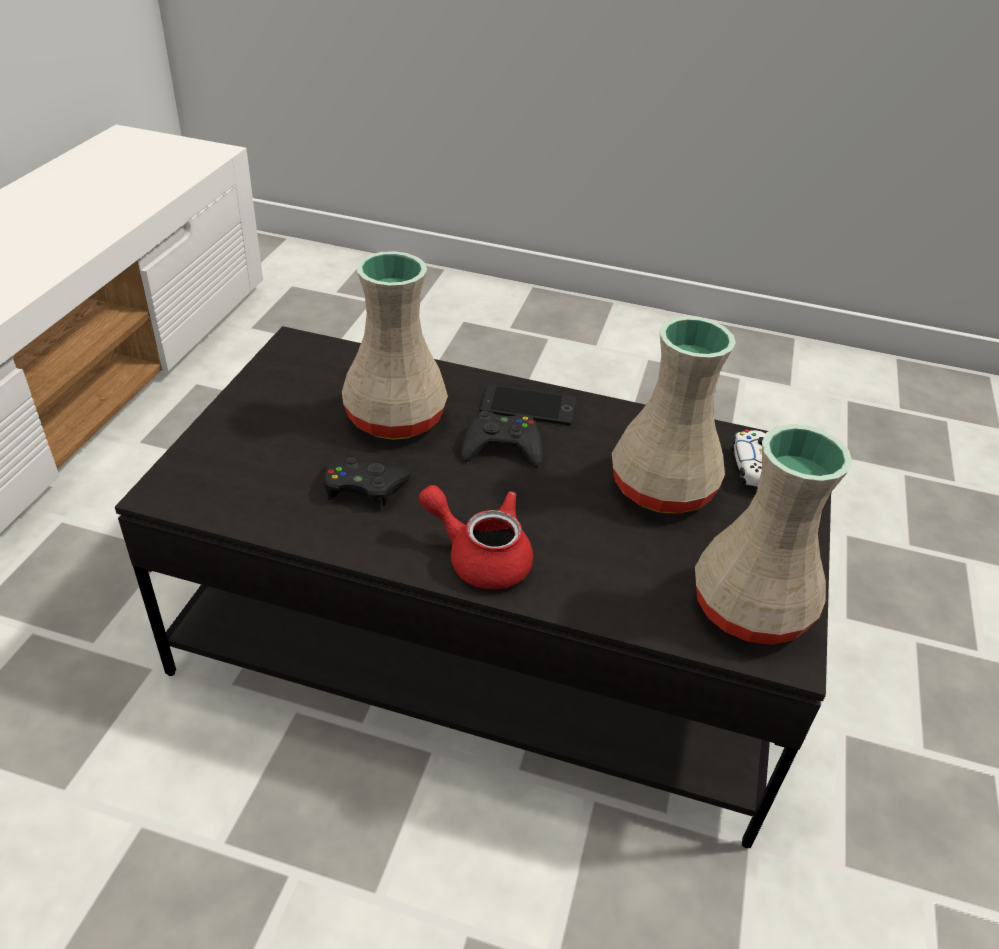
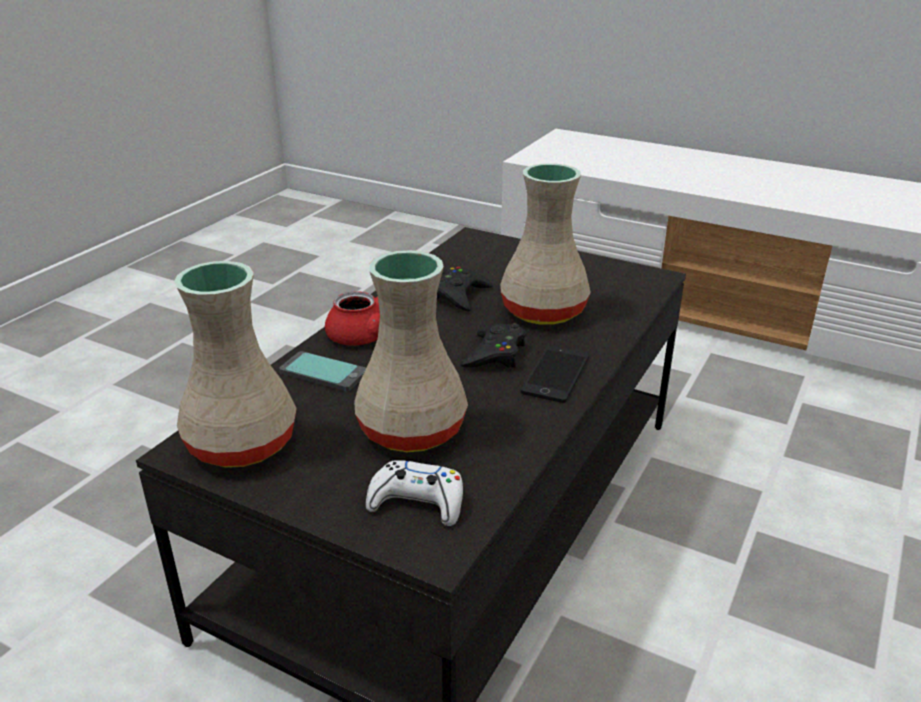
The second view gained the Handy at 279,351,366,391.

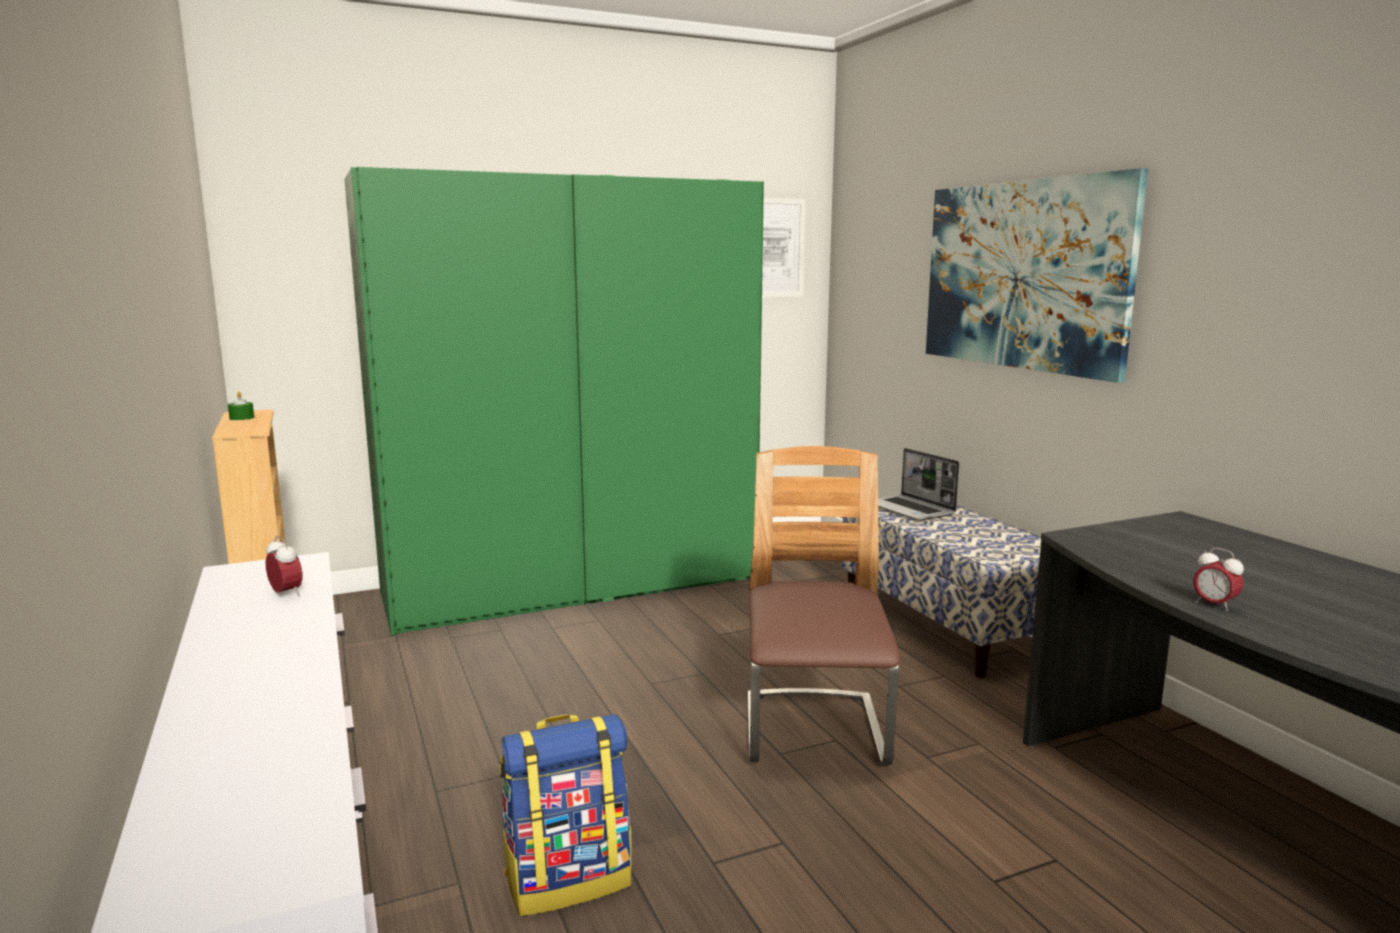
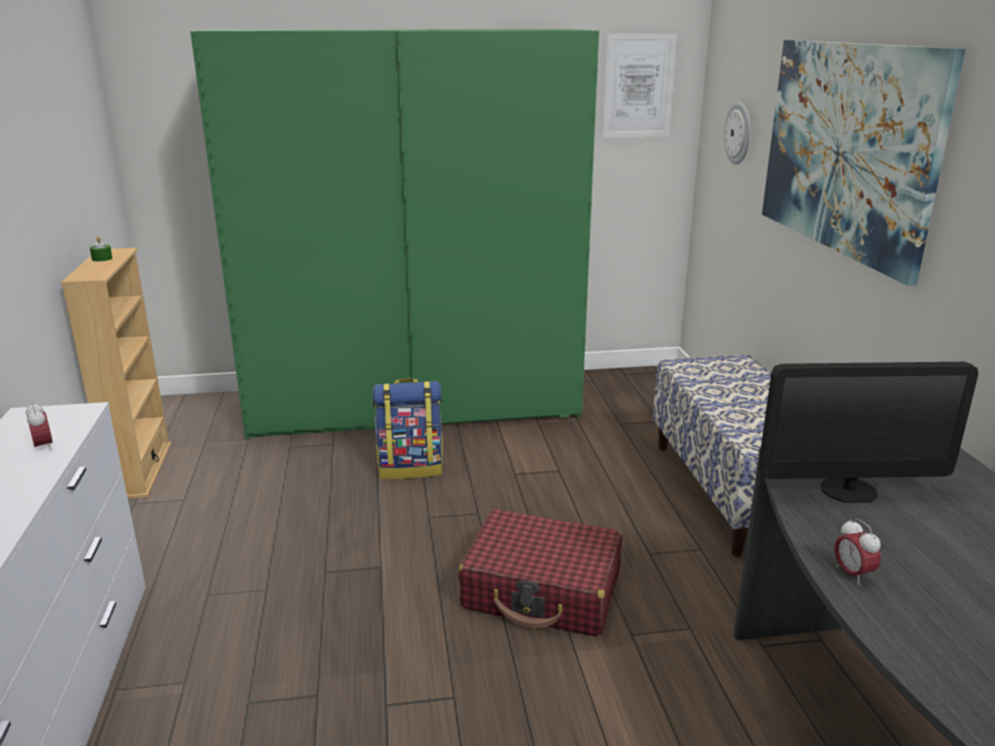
Where the Stuhl stood at 748,446,900,765, the Koffer/rot came to stand at 458,509,622,637. The second view lost the Laptop at 878,448,960,521. The Rucksack ended up elsewhere, having gone from 499,714,632,916 to 373,378,443,479. The second view gained the Wanduhr at 724,102,751,164. The second view gained the Monitor at 759,362,978,503.

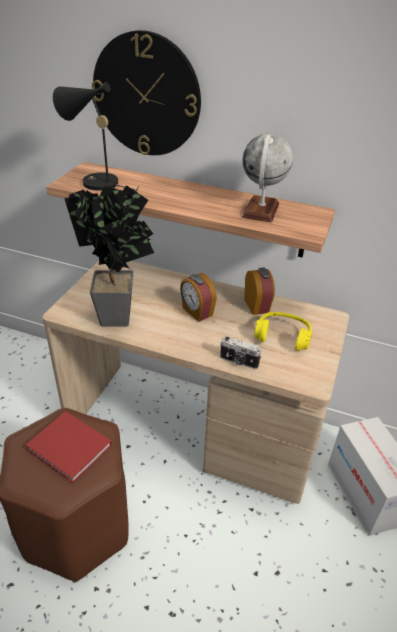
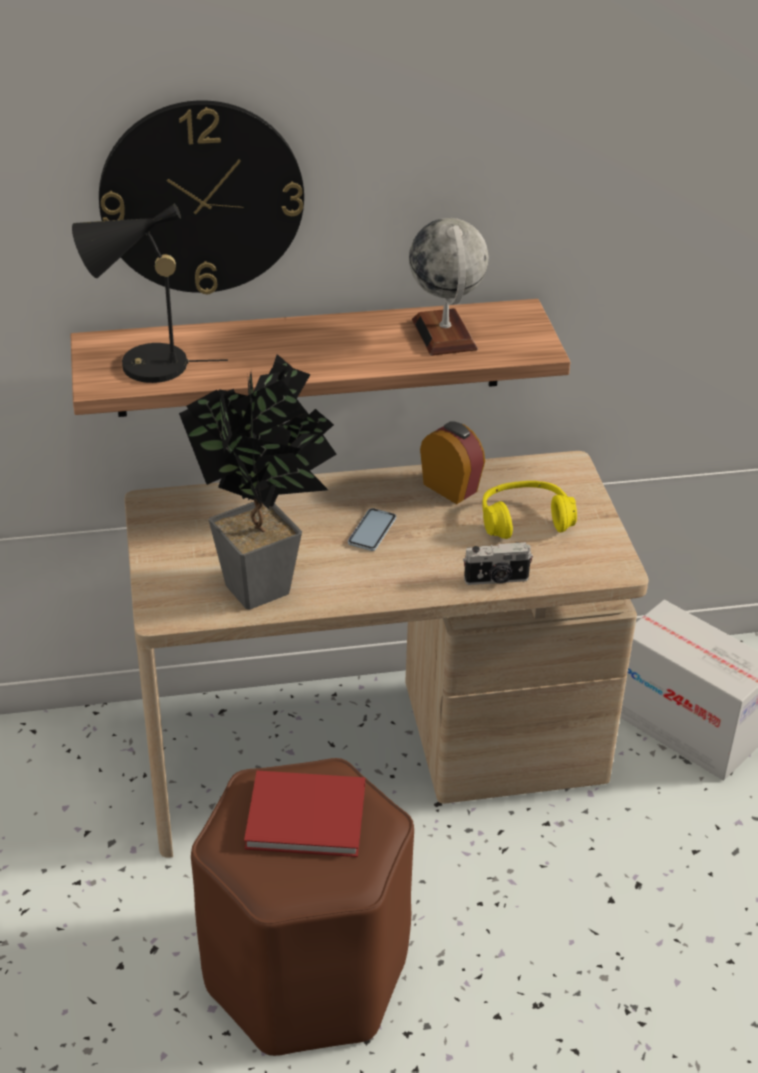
Where the Wecker stood at 180,273,217,322, the Handy came to stand at 348,508,396,551.

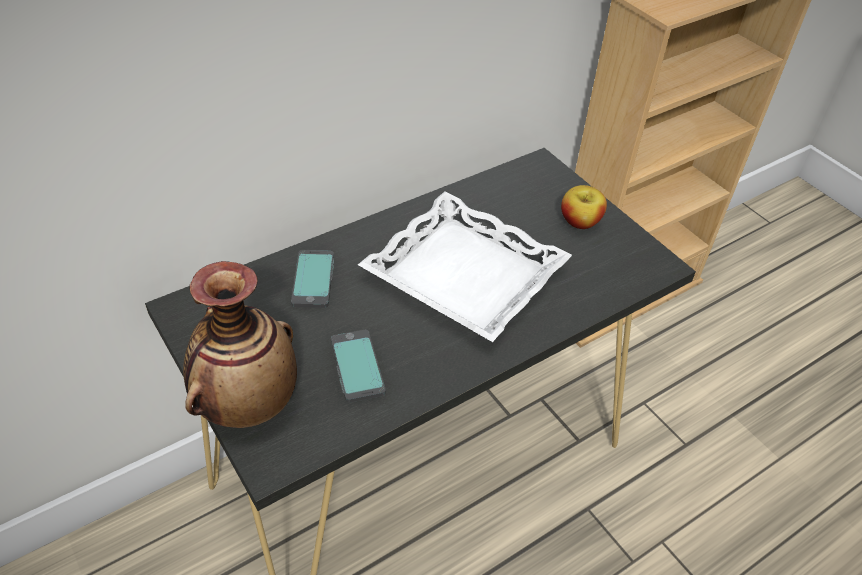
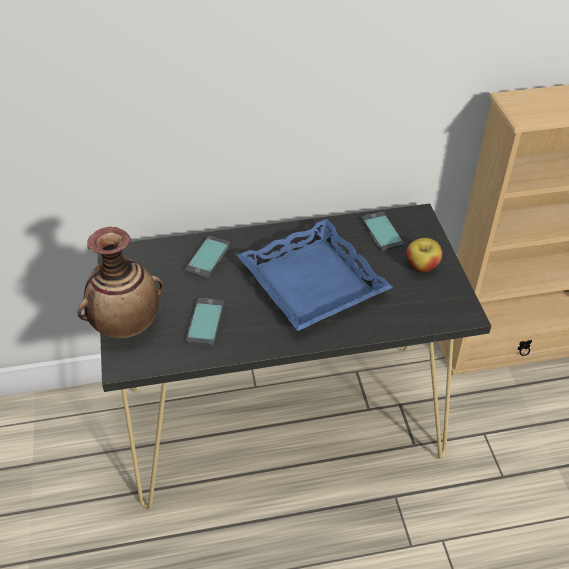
What was the Tablett/weiß at 358,191,572,342 turned into the Tablett/blau at 237,219,393,331. The second view gained the Handy at 361,212,404,251.

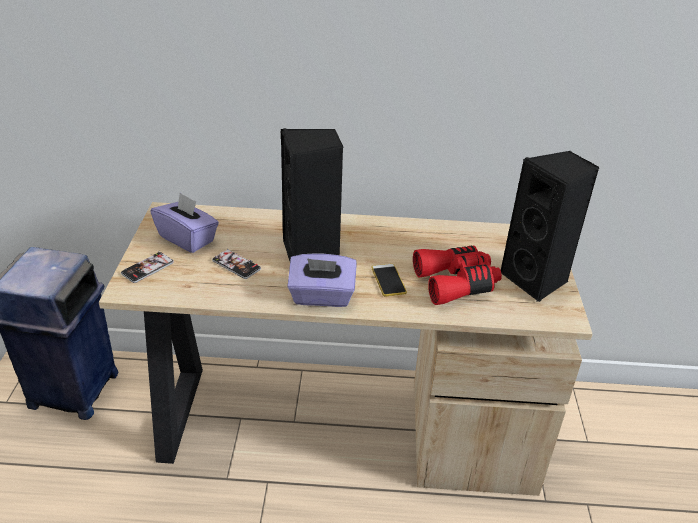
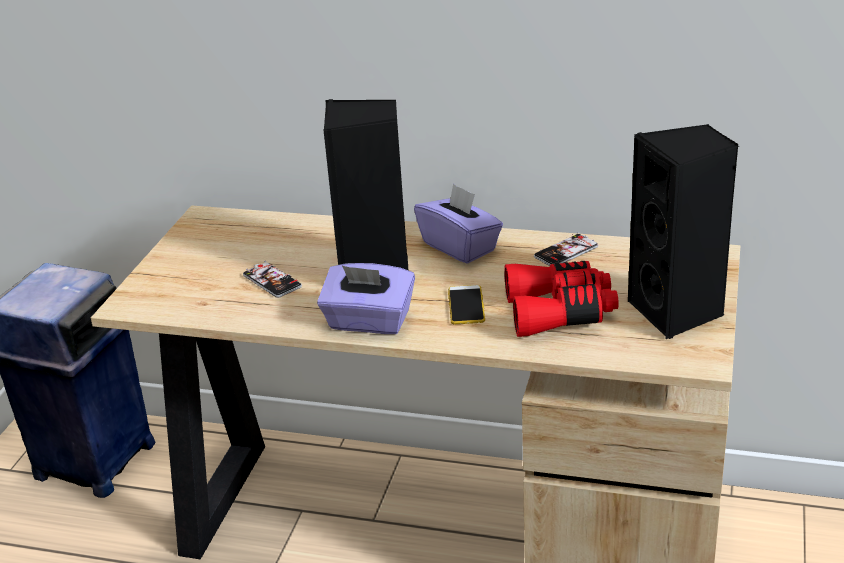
The Taschentuchbox/lila ended up elsewhere, having gone from 150,193,219,253 to 414,183,503,264. The Handy ended up elsewhere, having gone from 121,251,174,283 to 534,232,598,266.

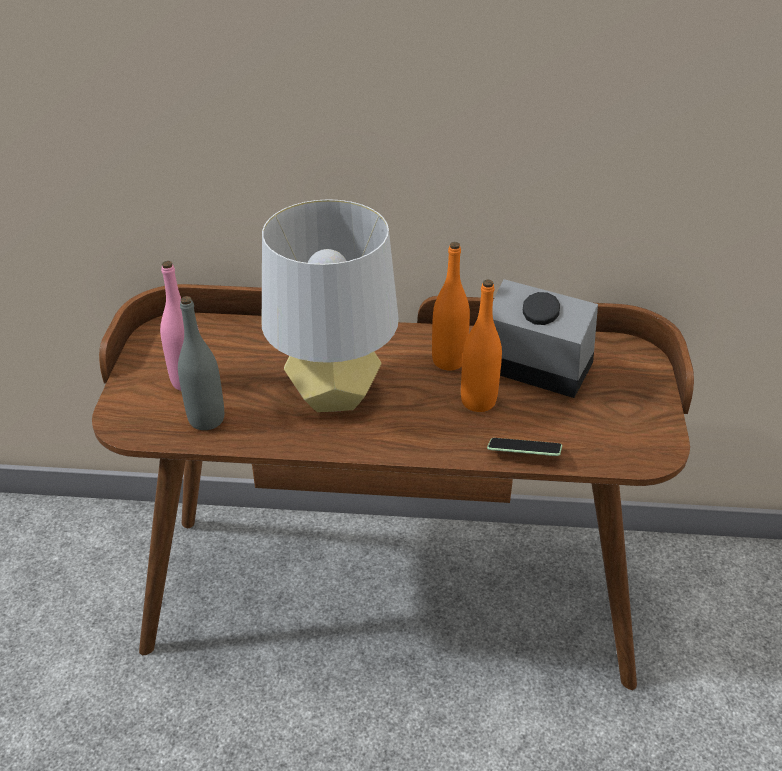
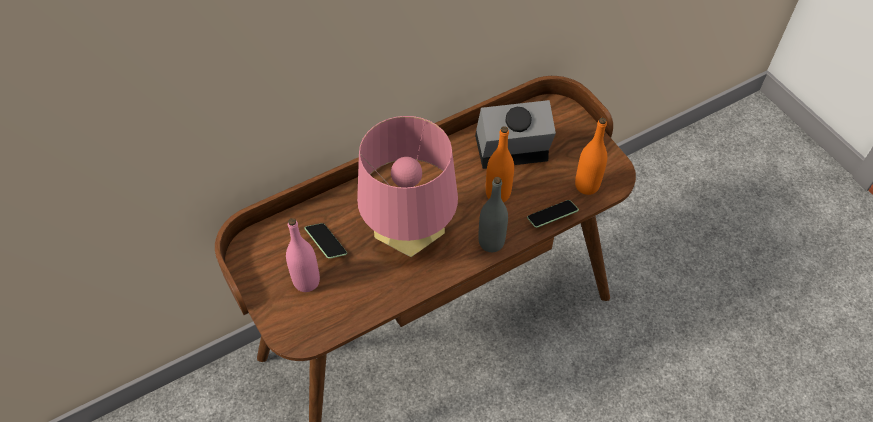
What was the Tischlampe/grau at 262,199,399,412 turned into the Tischlampe/rosa at 357,116,458,257. The Flasche/orange ended up elsewhere, having gone from 432,242,470,370 to 575,118,607,195. The Flasche/grau ended up elsewhere, having gone from 178,296,224,430 to 478,177,508,252. The second view gained the Handy at 304,223,347,259.

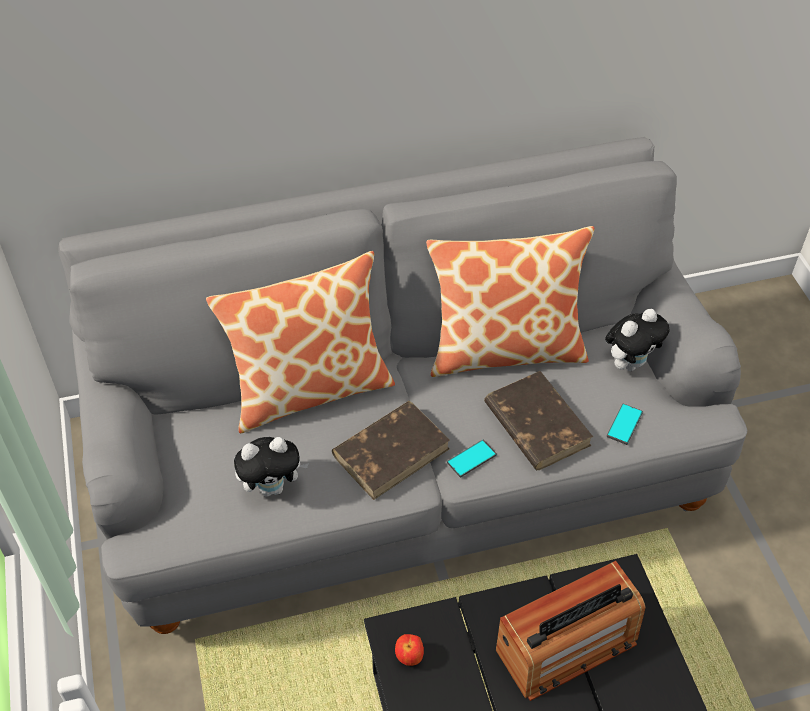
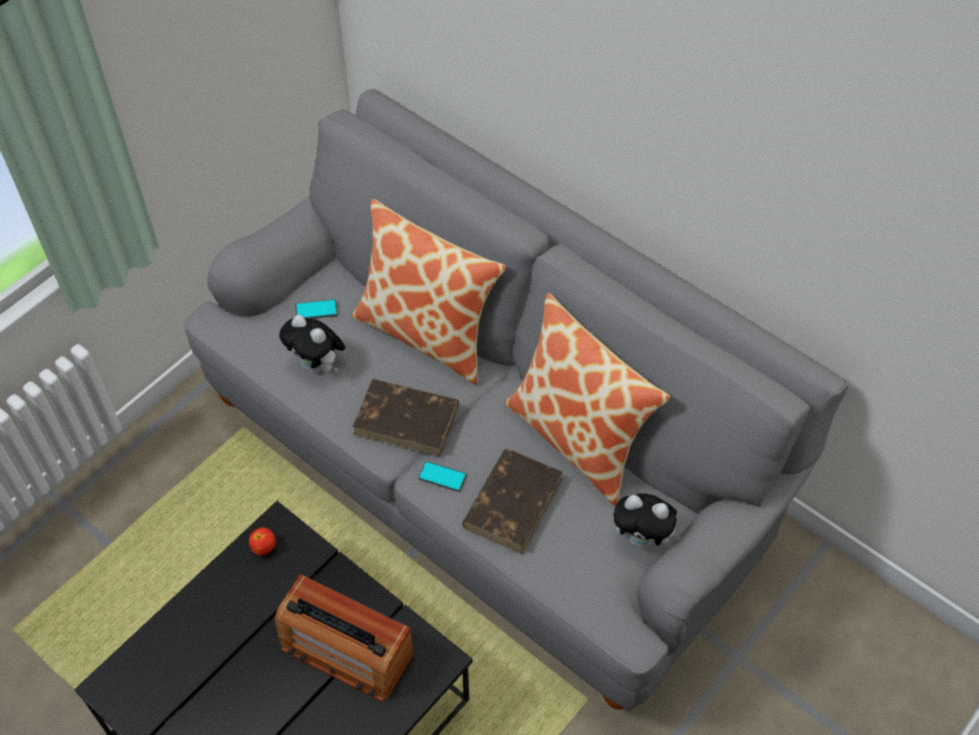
The Handy ended up elsewhere, having gone from 607,403,643,445 to 295,299,337,319.

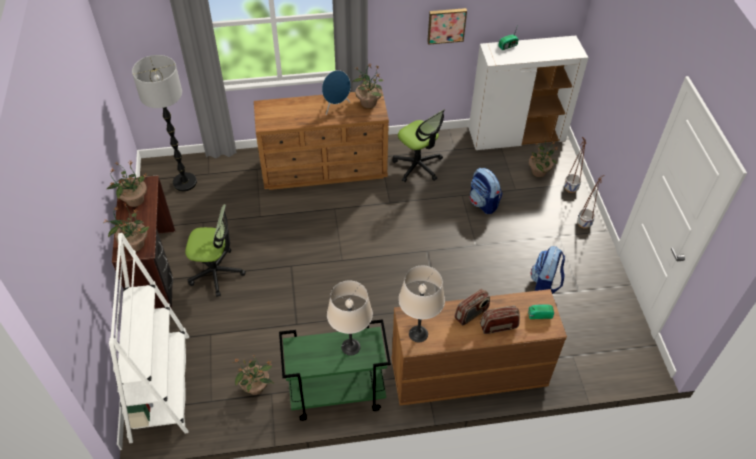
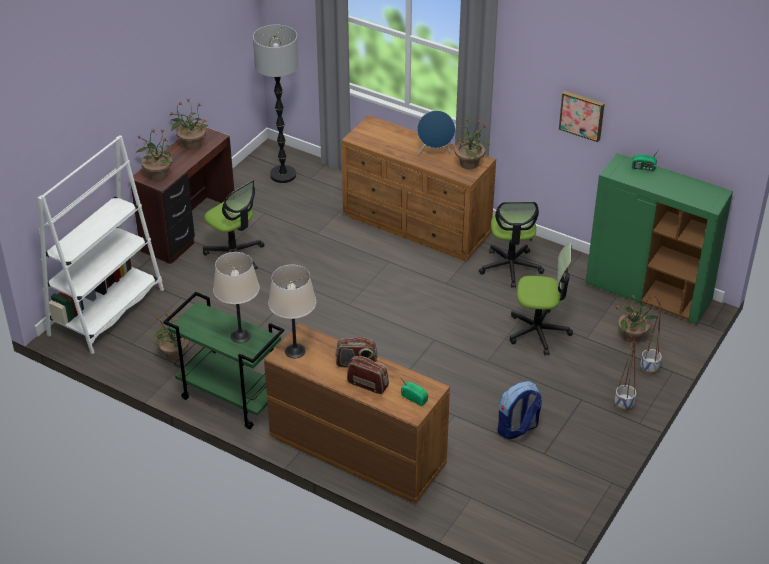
What was the Schrank/weiß at 469,36,589,150 turned into the Schrank/grün at 586,153,733,324. Where the Rucksack stood at 470,168,502,214, the Bürostuhl came to stand at 510,243,573,355.

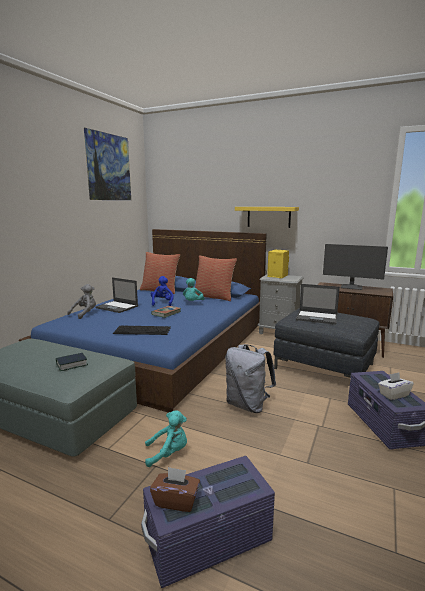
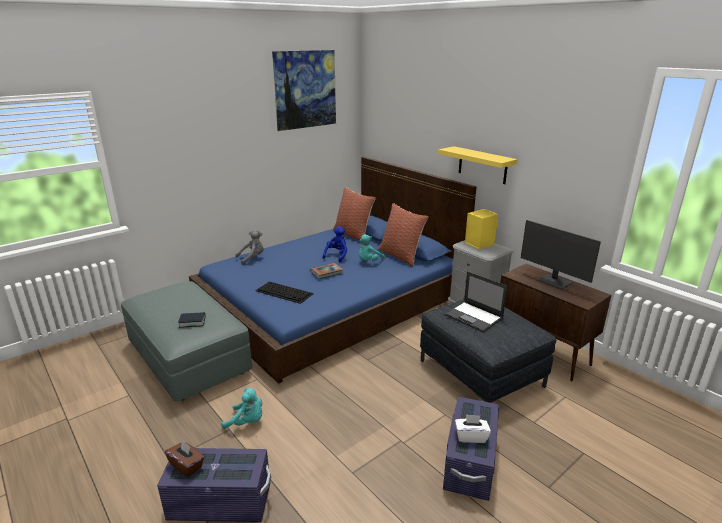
The second view lost the Laptop at 95,277,138,313. The second view lost the Rucksack/grau at 226,344,276,413.

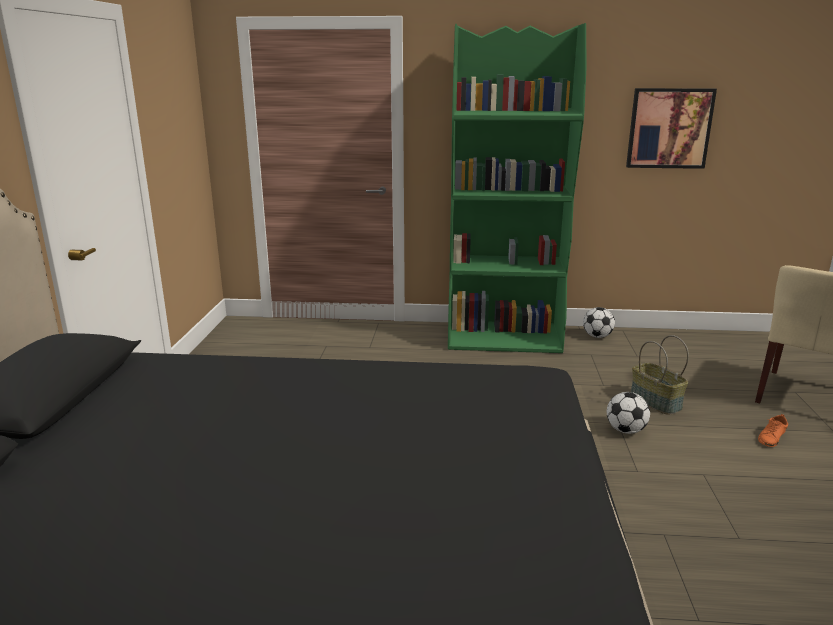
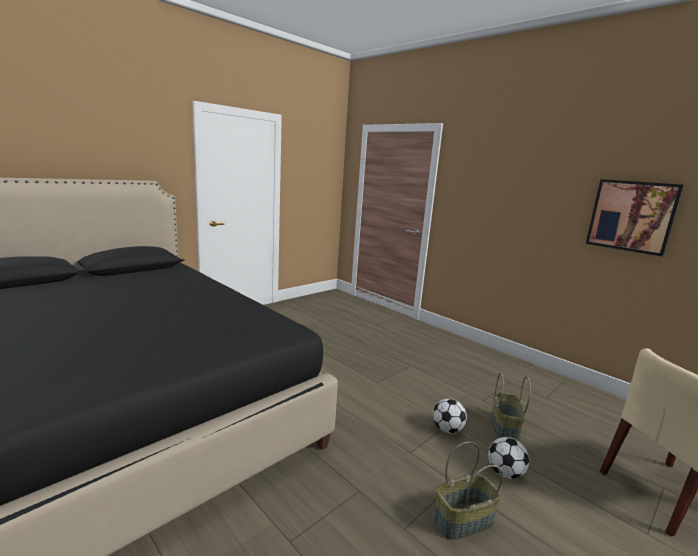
The second view lost the Bücherregal/grün at 448,23,586,353. The Fußball ended up elsewhere, having gone from 583,307,615,338 to 488,437,529,479. The second view lost the Schuh/orange at 758,414,788,447. The second view gained the Korb at 433,442,503,540.

